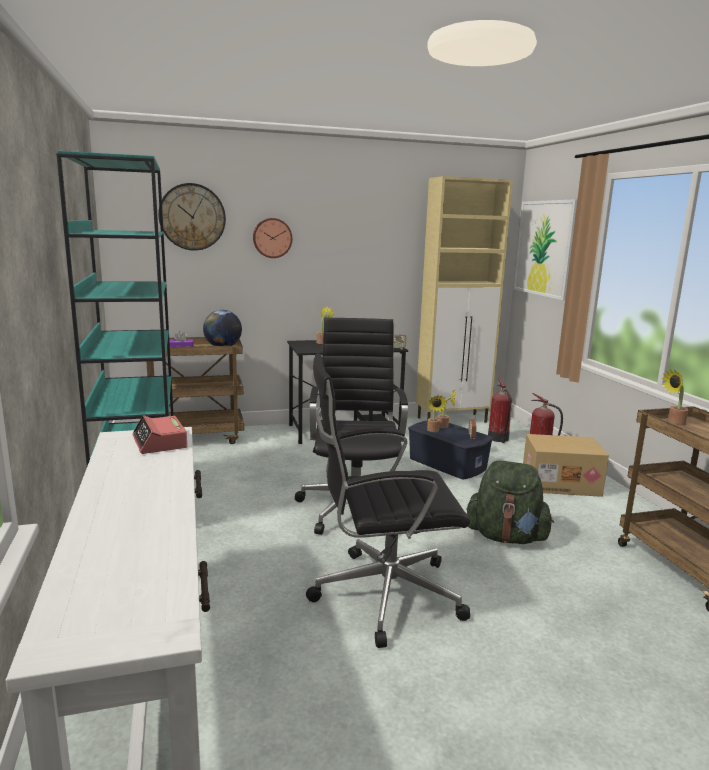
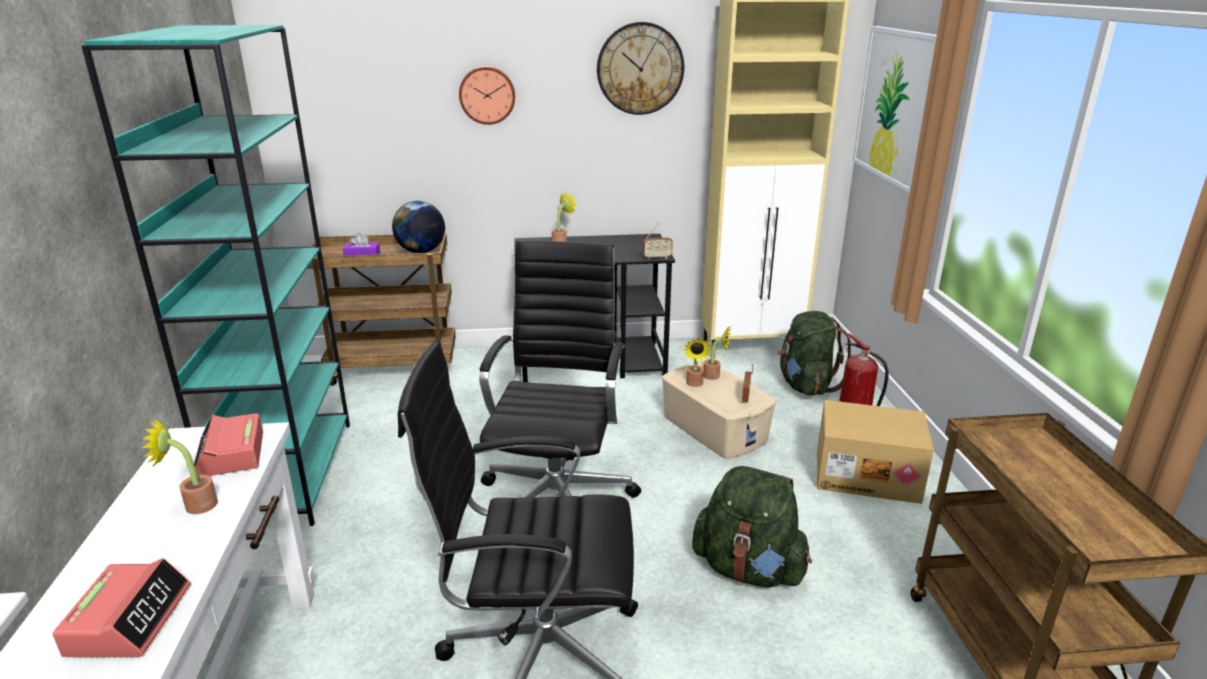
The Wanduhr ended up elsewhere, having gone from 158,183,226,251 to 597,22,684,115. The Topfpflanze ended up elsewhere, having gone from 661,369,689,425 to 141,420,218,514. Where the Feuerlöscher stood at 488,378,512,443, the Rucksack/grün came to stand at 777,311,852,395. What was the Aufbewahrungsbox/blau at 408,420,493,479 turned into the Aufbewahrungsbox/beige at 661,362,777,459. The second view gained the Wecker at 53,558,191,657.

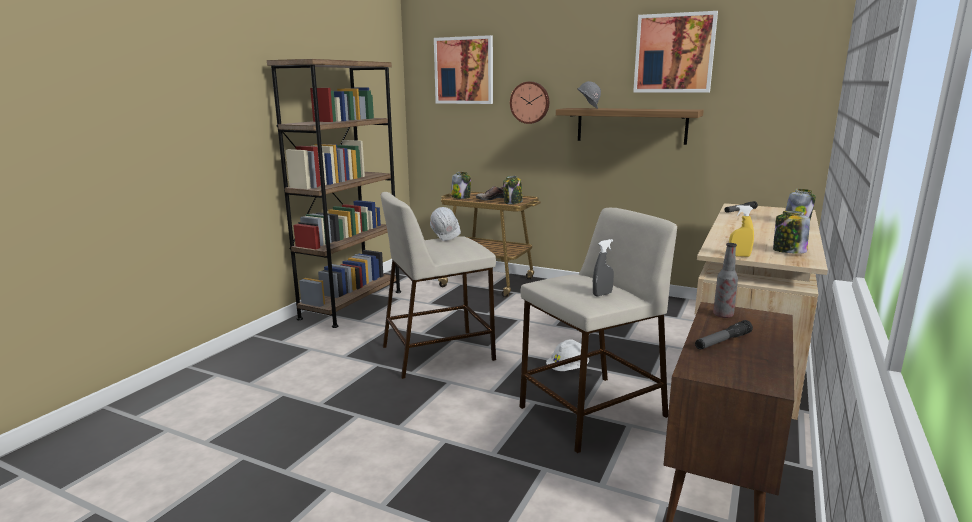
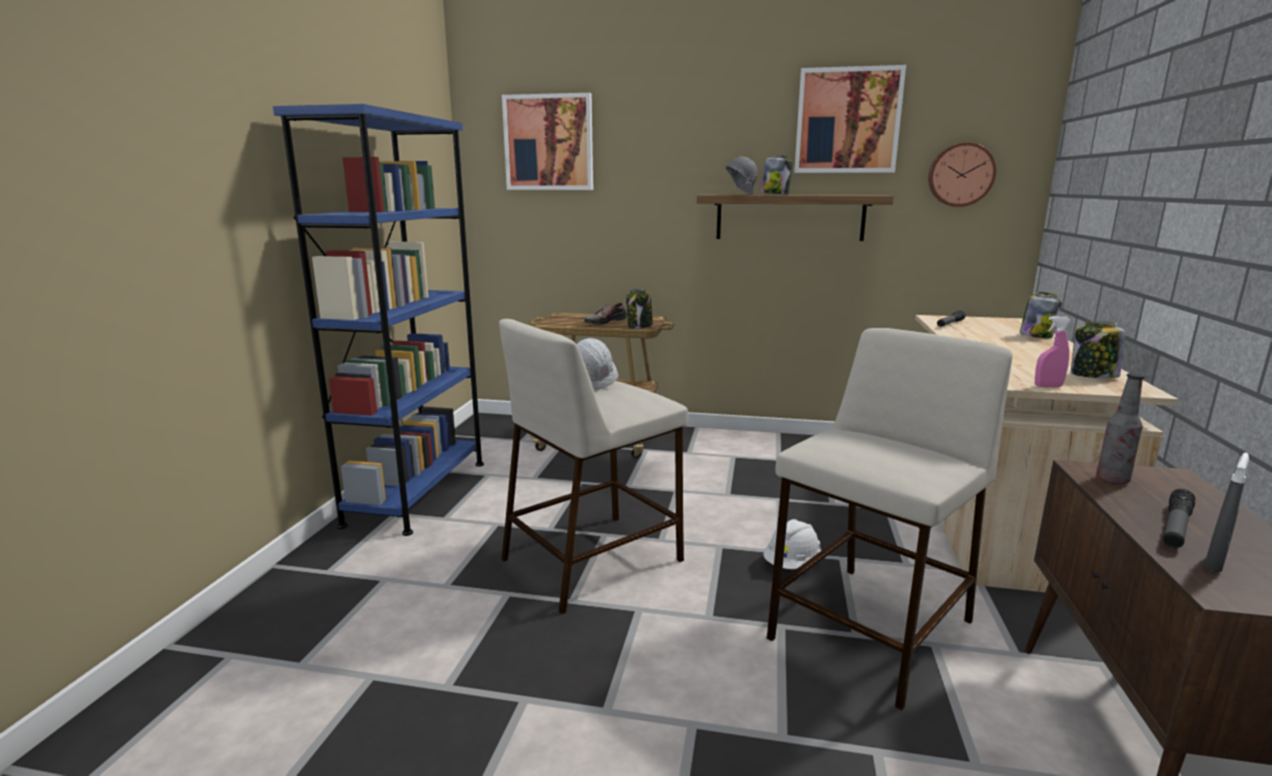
What was the Bücherregal/braun at 267,59,401,328 turned into the Bücherregal/blau at 273,104,484,536. The Wanduhr ended up elsewhere, having gone from 510,82,549,124 to 928,142,996,207. The Vorratsglas ended up elsewhere, having gone from 451,172,471,199 to 761,154,793,195. What was the Sprühflasche/gelb at 729,205,754,257 turned into the Sprühflasche/rosa at 1035,316,1071,387. The Sprühflasche/grau ended up elsewhere, having gone from 593,239,614,296 to 1204,453,1249,572.

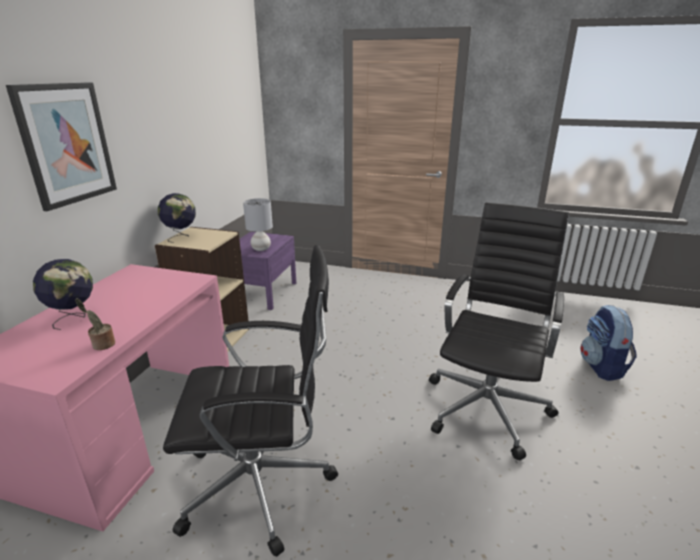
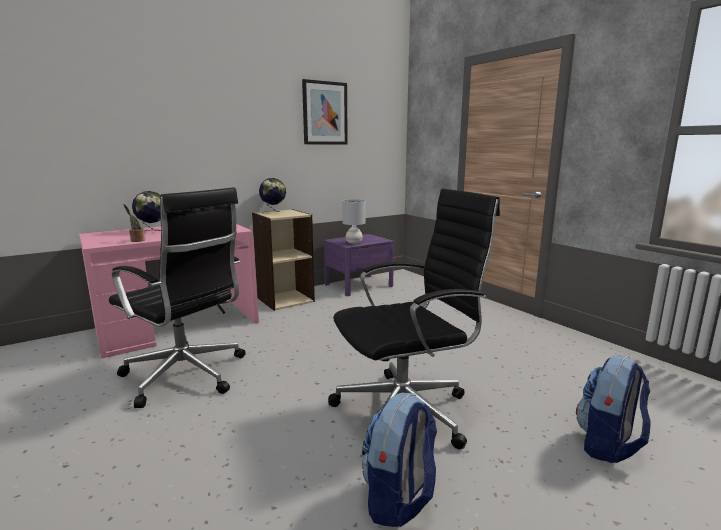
The Bild ended up elsewhere, having gone from 6,82,117,211 to 302,79,348,144. The second view gained the Rucksack at 362,393,437,527.

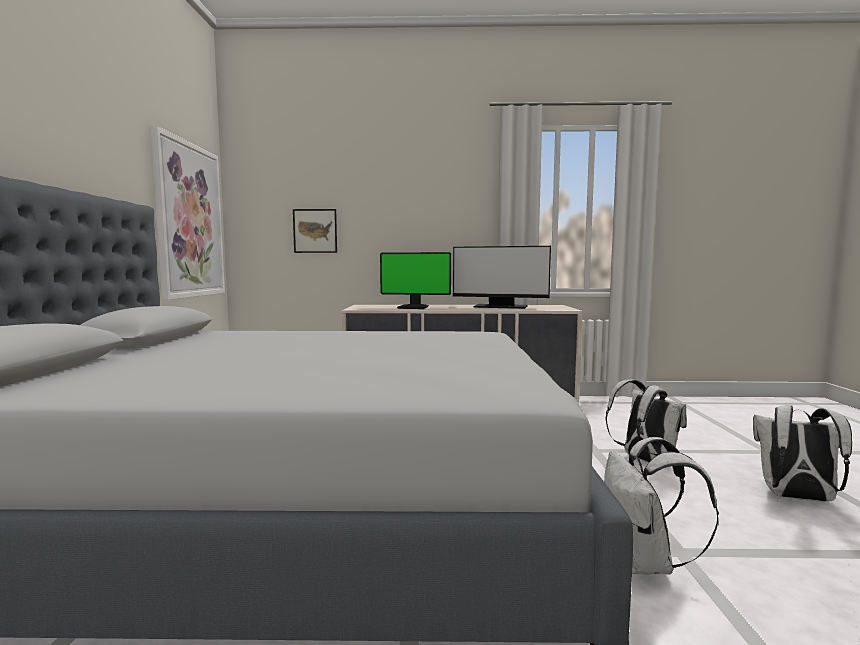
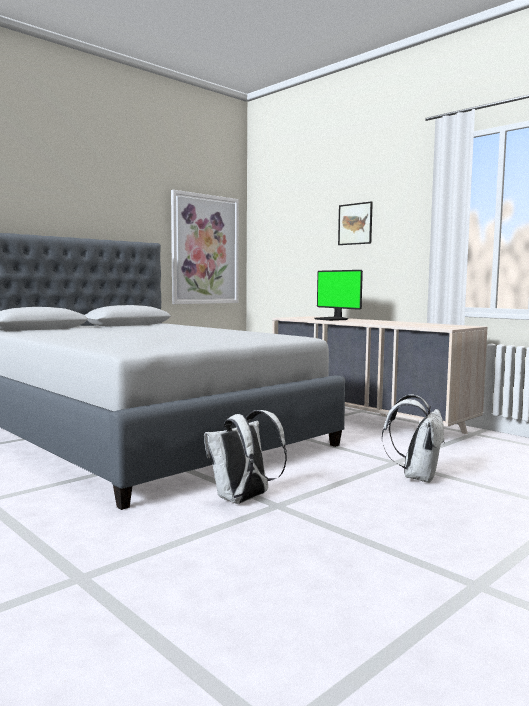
The Bild ended up elsewhere, having gone from 293,209,337,253 to 338,201,373,245. The second view lost the Monitor at 453,246,551,309. The second view lost the Rucksack/weiß at 753,405,852,502.

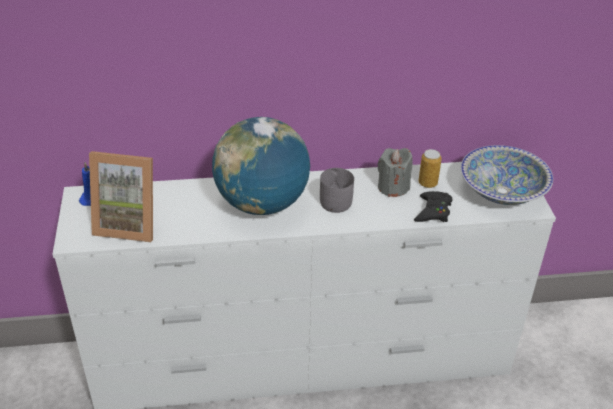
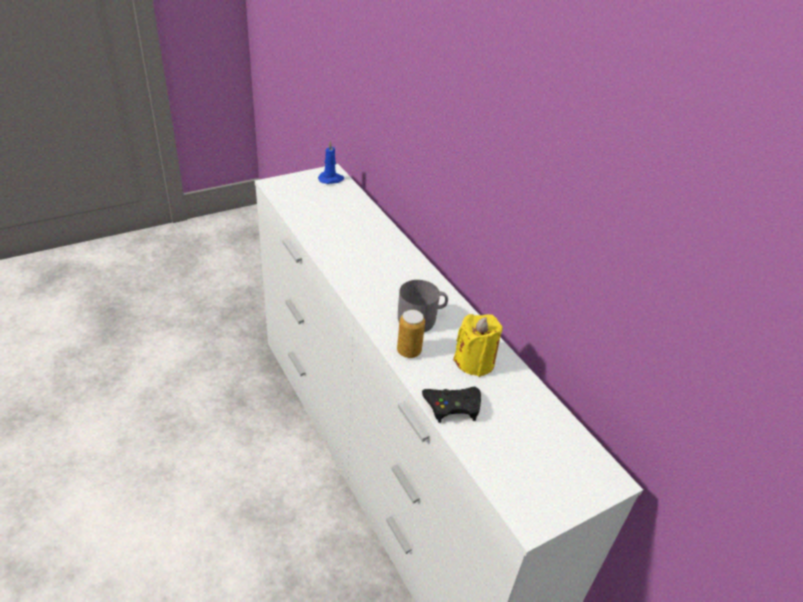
The second view lost the Globus at 212,117,310,215. The second view lost the Schüssel at 460,145,553,205. What was the Kerze/grau at 378,148,413,197 turned into the Kerze/gelb at 453,314,503,377. The Dose ended up elsewhere, having gone from 419,149,442,188 to 397,309,425,358. The second view lost the Bilderrahmen at 89,151,153,242.

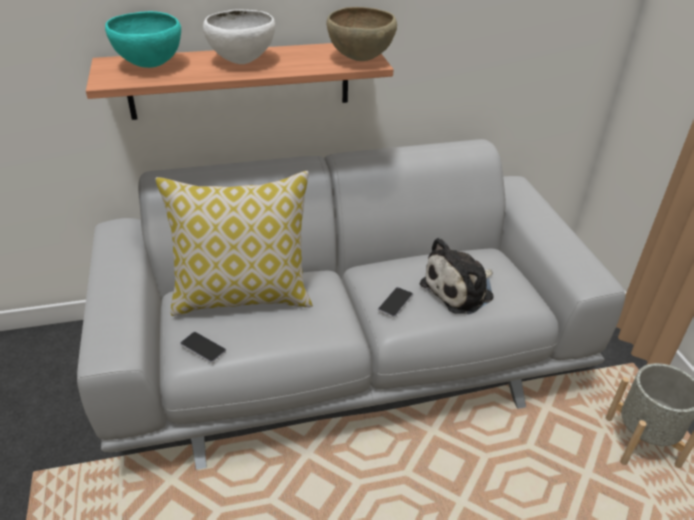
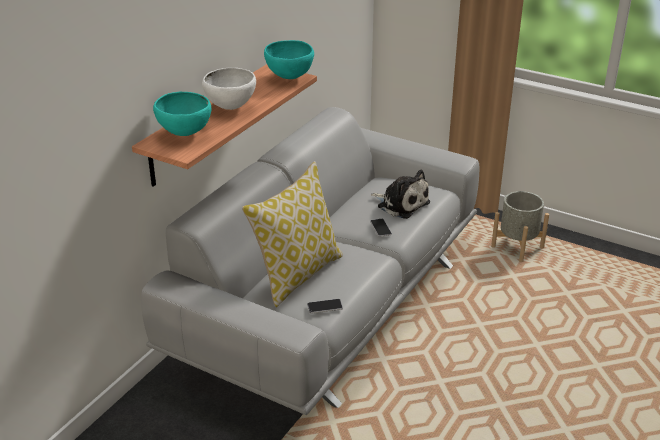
What was the Schüssel/braun at 327,7,397,61 turned into the Schüssel/türkis at 264,40,314,79. The Plüschtier at 420,238,494,314 ended up facing another way, 60 degrees counterclockwise from before.

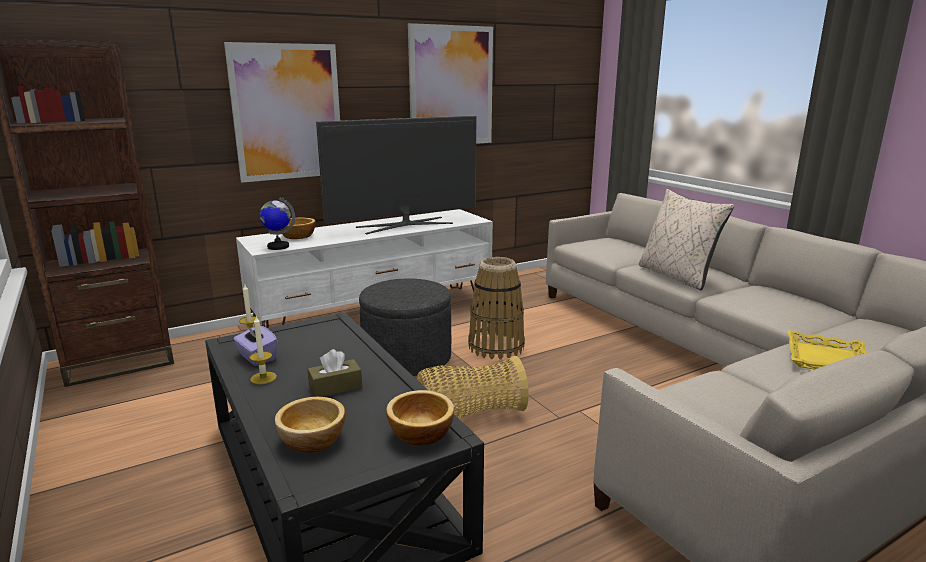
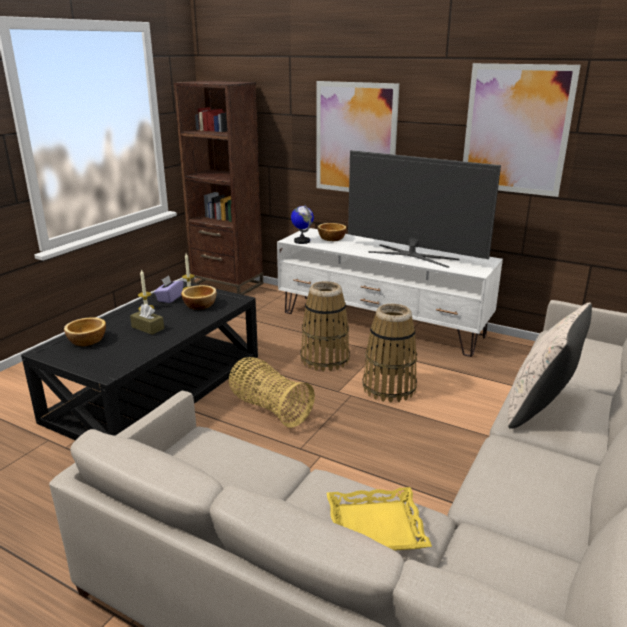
Where the Polsterhocker/grau stood at 359,279,451,376, the Korb came to stand at 300,281,350,372. The Schüssel ended up elsewhere, having gone from 386,390,454,446 to 181,285,216,310.

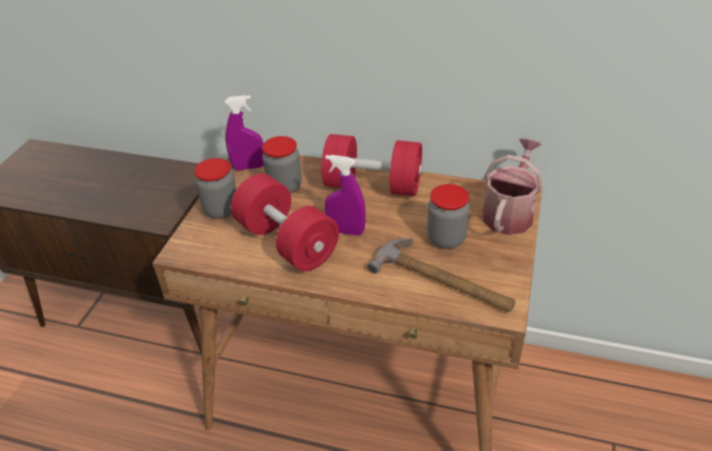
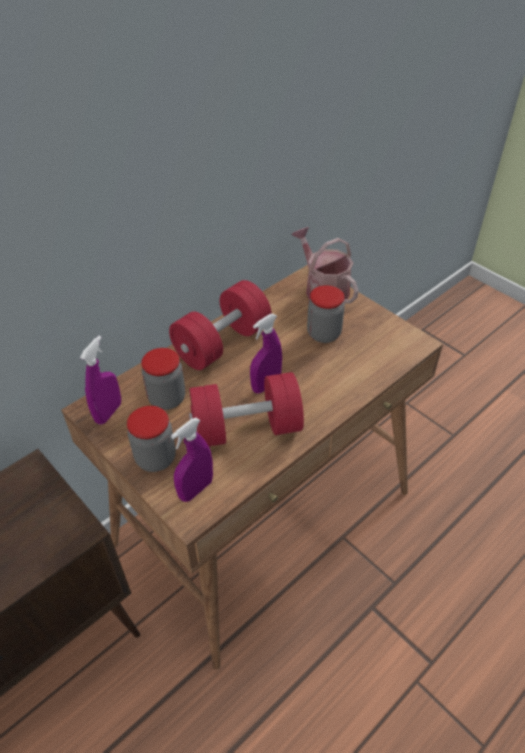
The second view lost the Hammer at 367,238,515,312. The second view gained the Sprühflasche/lila at 171,418,213,502.

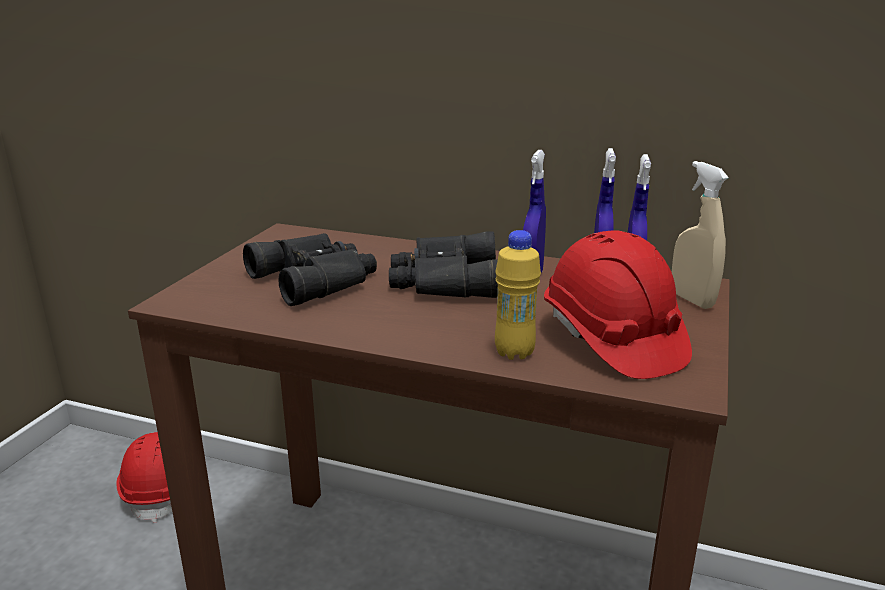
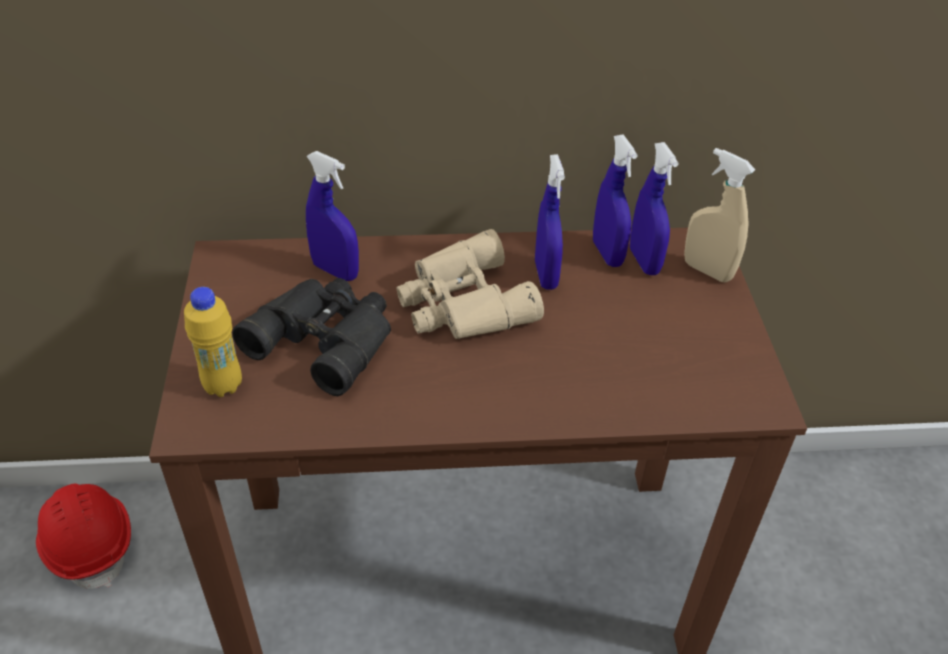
The Flasche/gelb ended up elsewhere, having gone from 495,230,541,360 to 184,287,242,397. The second view lost the Schutzhelm/rot at 544,230,692,379. What was the Fernglas/schwarz at 389,231,498,298 turned into the Fernglas/beige at 396,229,544,339. The second view gained the Sprühflasche/blau at 306,151,359,281.

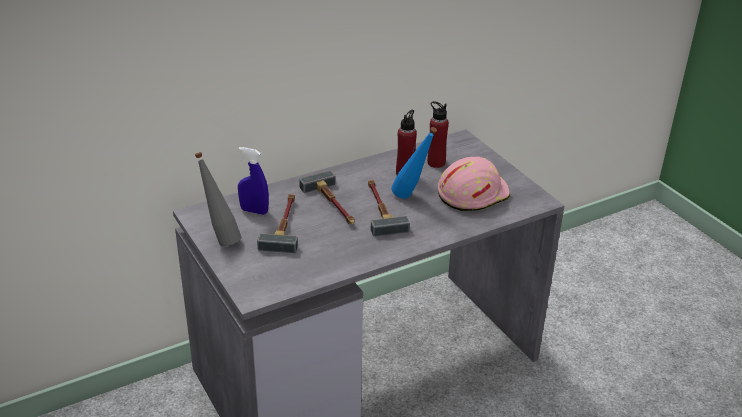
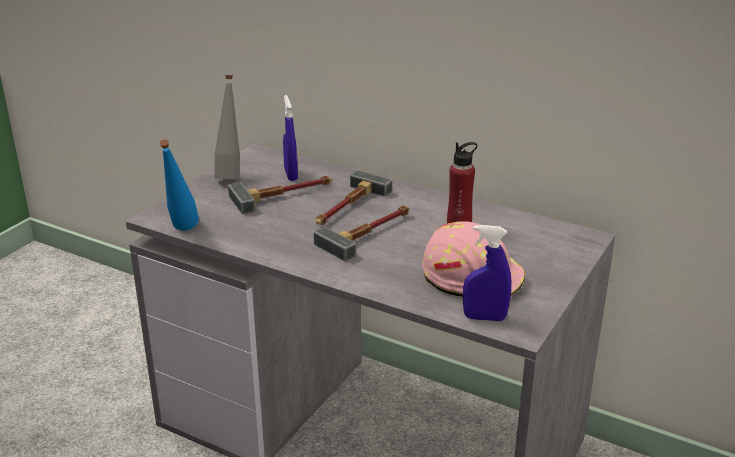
The second view lost the Flasche/rot at 427,101,449,168. The Flasche/blau ended up elsewhere, having gone from 391,127,437,199 to 160,140,199,231. The second view gained the Sprühflasche/blau at 463,225,511,321.

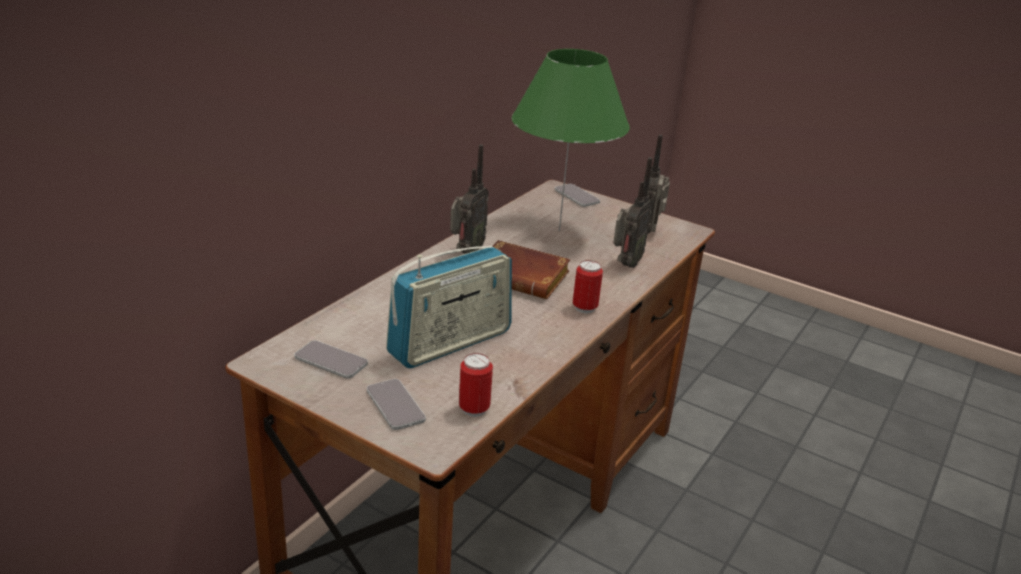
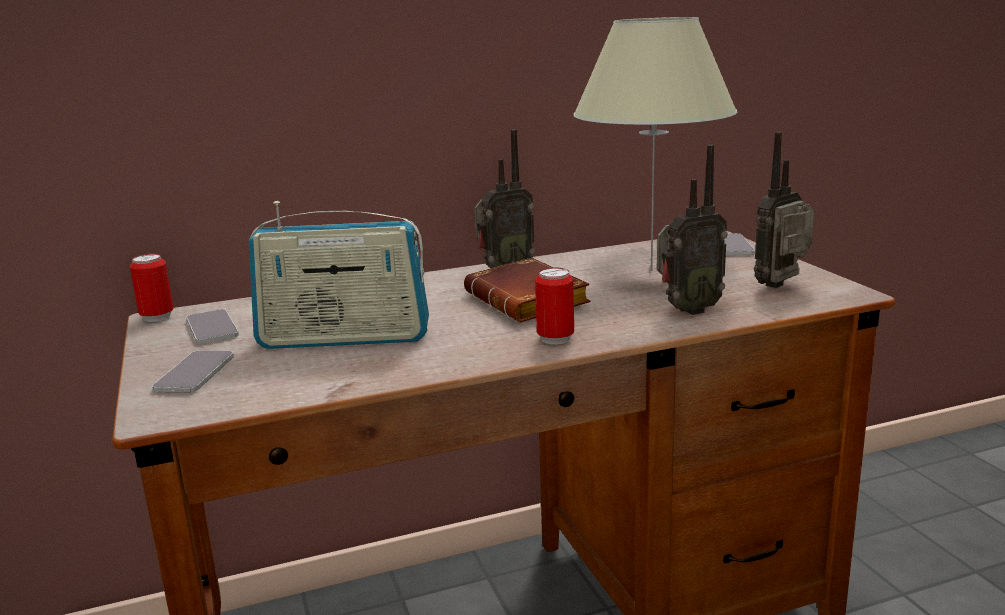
What was the Tischlampe/grün at 512,49,630,231 turned into the Tischlampe/beige at 573,17,737,271. The Dose ended up elsewhere, having gone from 459,353,493,417 to 130,254,174,322.

